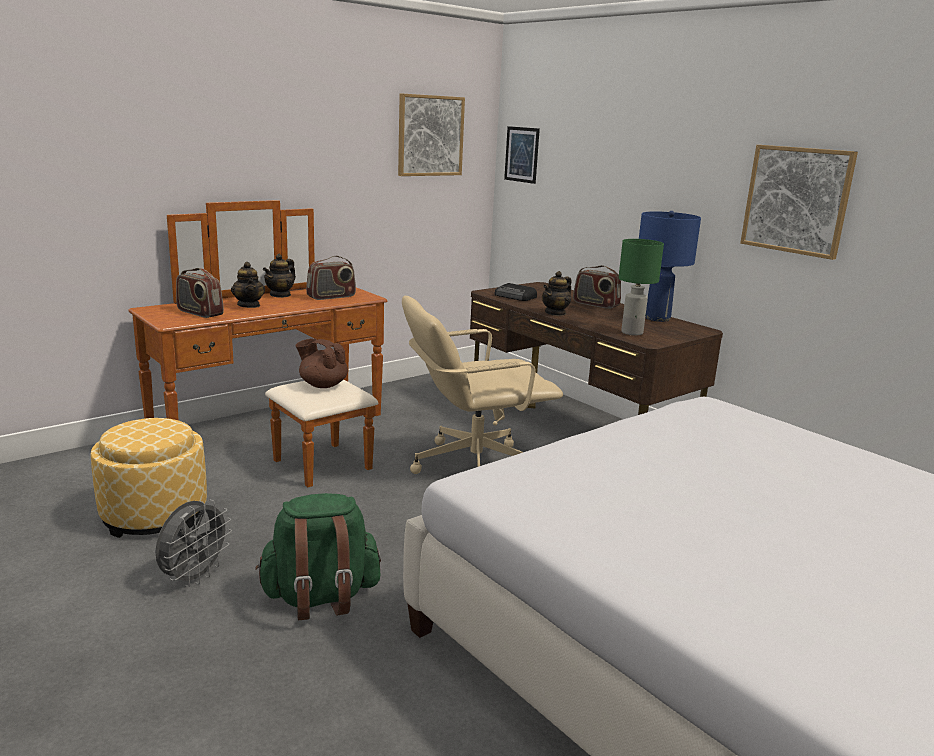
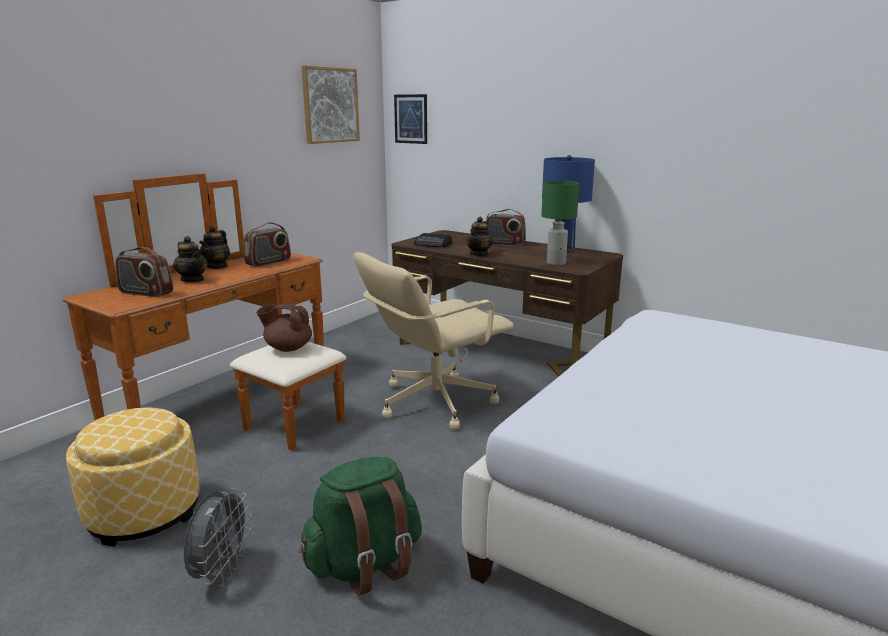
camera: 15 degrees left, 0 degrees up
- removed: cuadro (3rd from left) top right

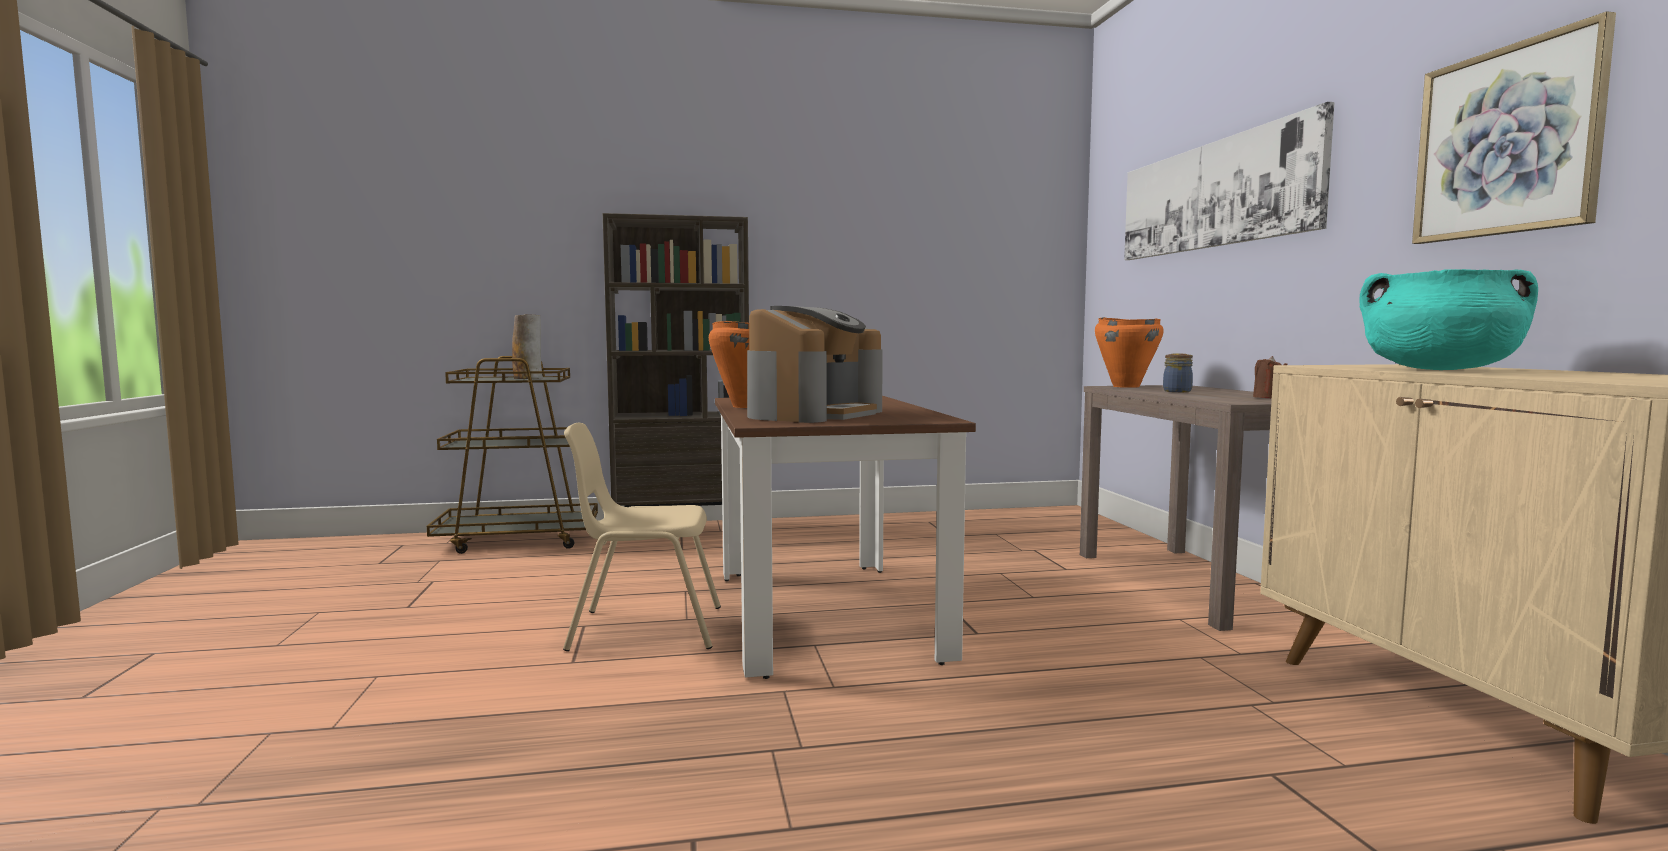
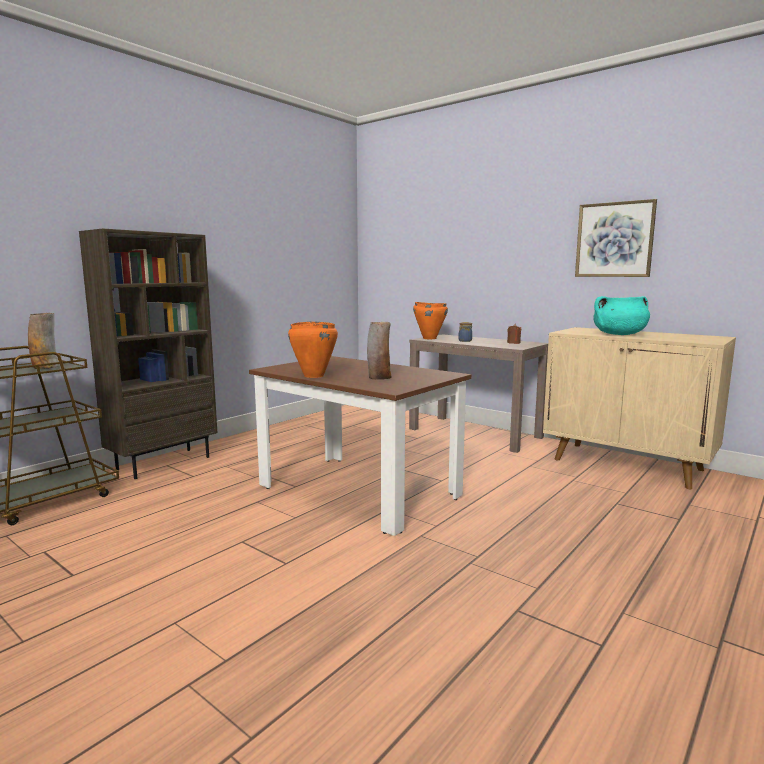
camera: 40 degrees left, 5 degrees up
- removed: silla/beis centre
- removed: cuadro (1st from left) top right
- replaced: cafetera centre to florero (2nd from left) centre

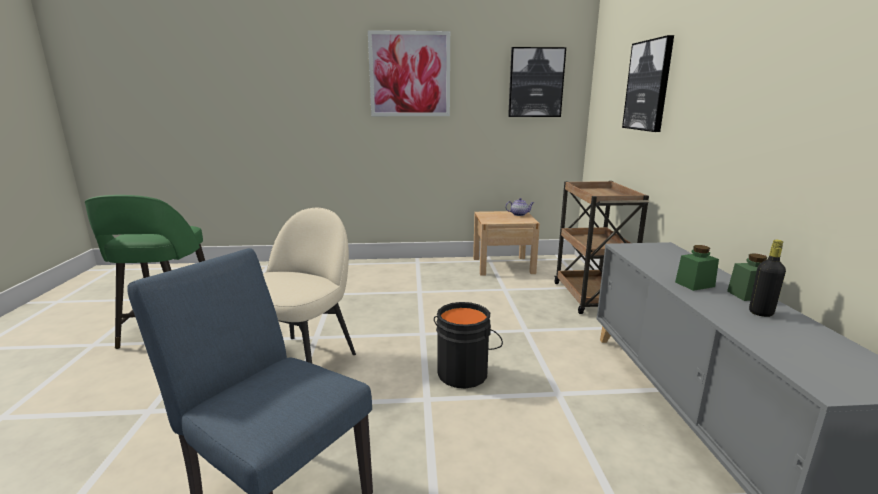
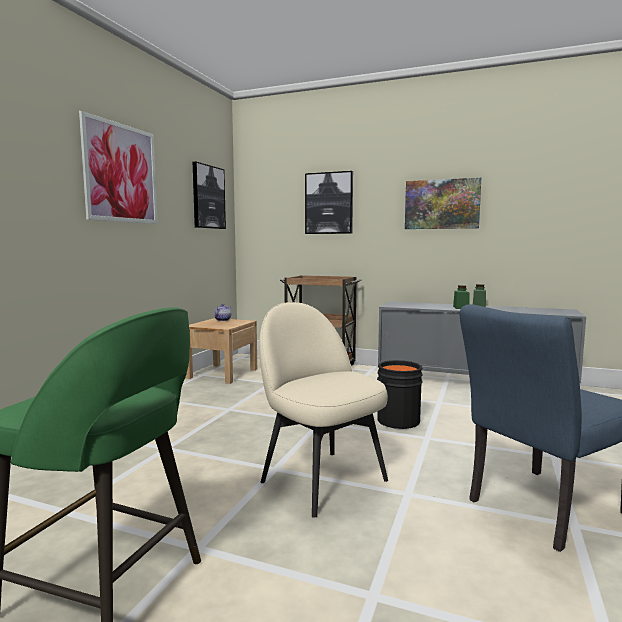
camera: 65 degrees left, 10 degrees down
- removed: botella/negro middle right
- added: cuadro (4th from left) top right

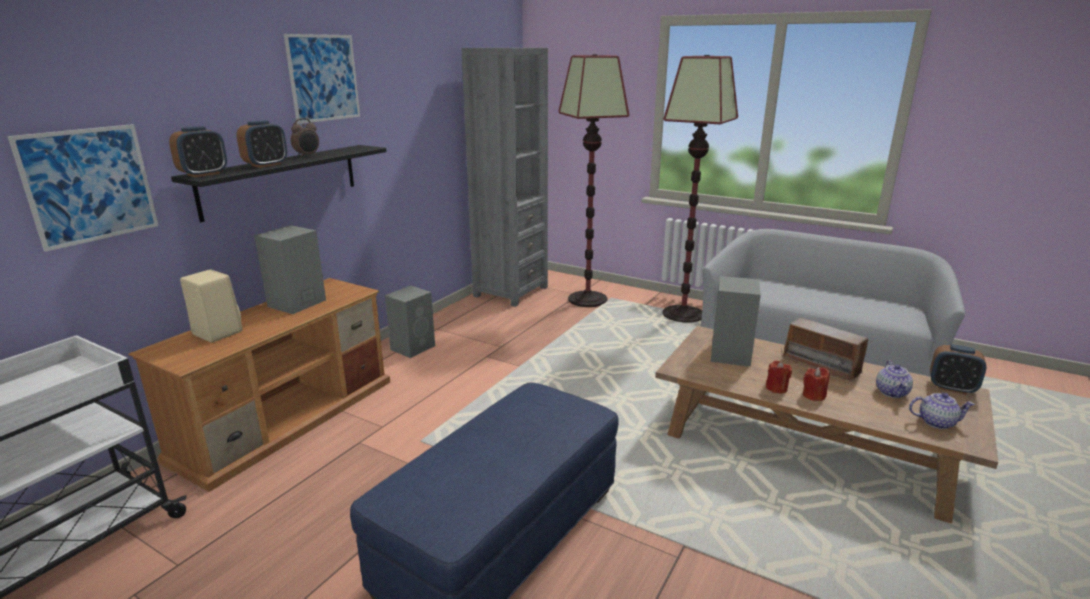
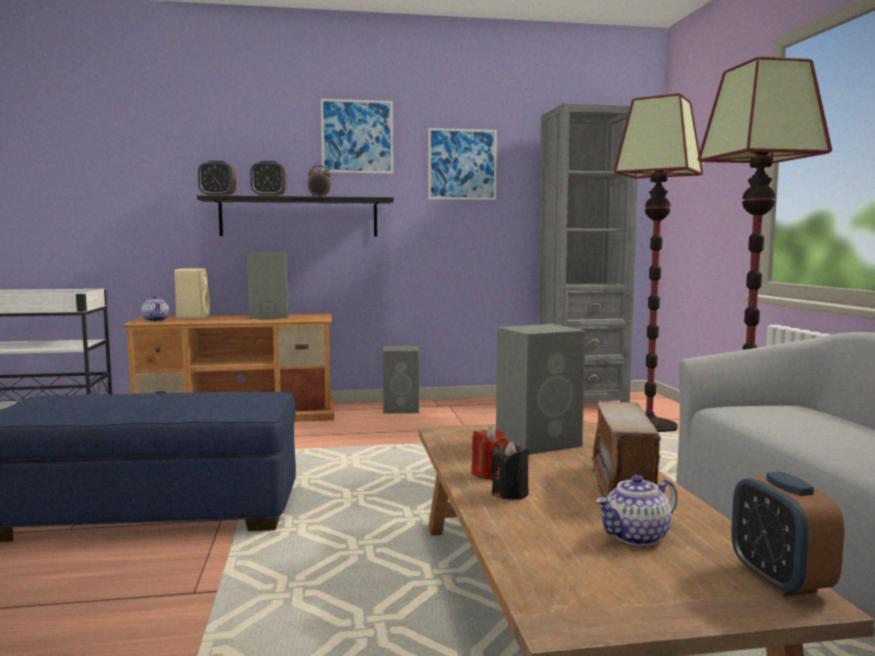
camera: 50 degrees right, 15 degrees down
- moved: cuadro (1st from left in the first image) top left to cuadro (2nd from left) top centre
- moved: tetera (2nd from left in the first image) bottom right to tetera (1st from left) middle left
- recoloured: vela/rojo (2nd from left) middle right to vela/negro bottom centre

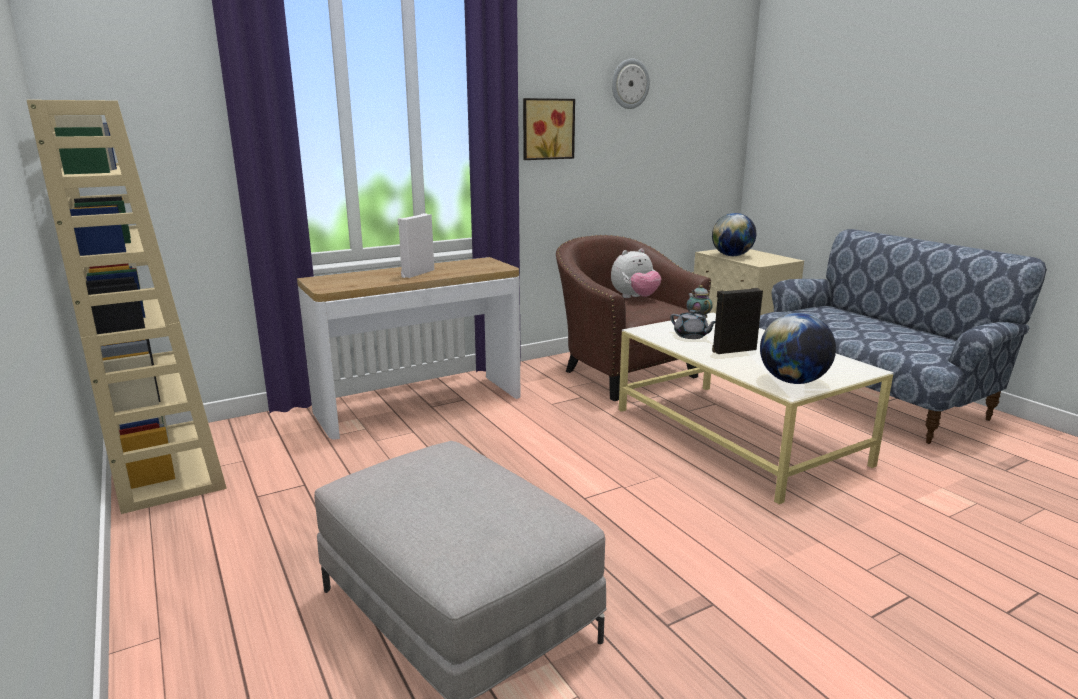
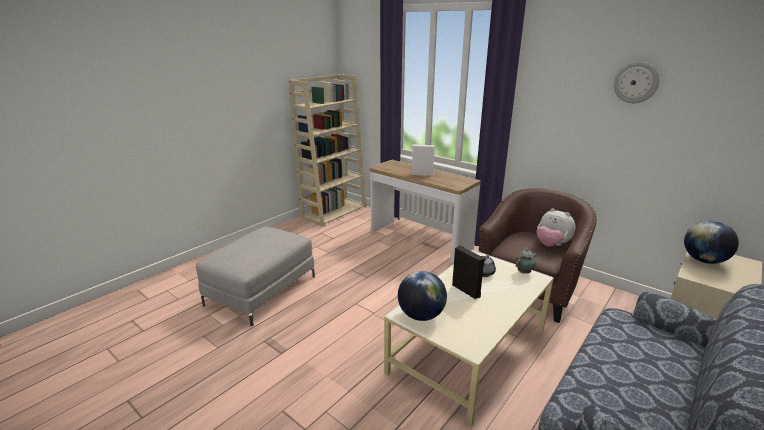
camera: 70 degrees right, 5 degrees up
- removed: cuadro top centre

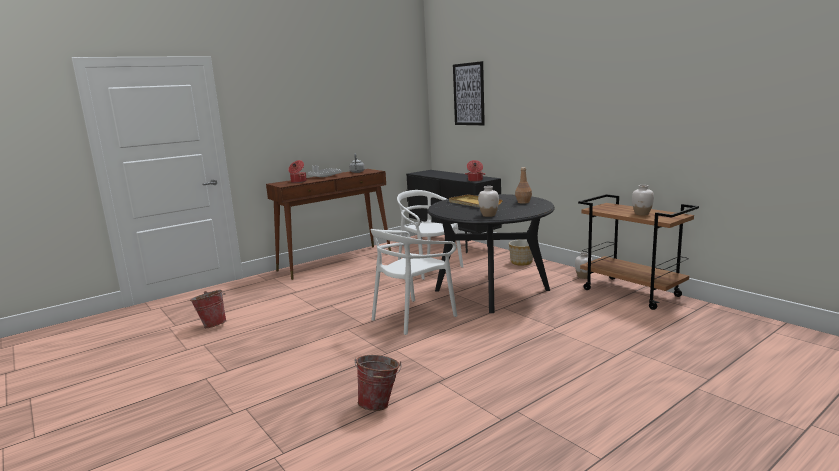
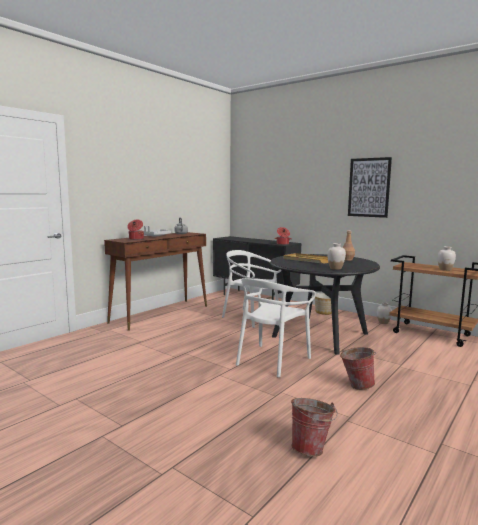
camera: 15 degrees left, 5 degrees down
- moved: cubo (1st from left in the first image) middle left to cubo (2nd from left) bottom right
- moved: cuadro top centre to middle right

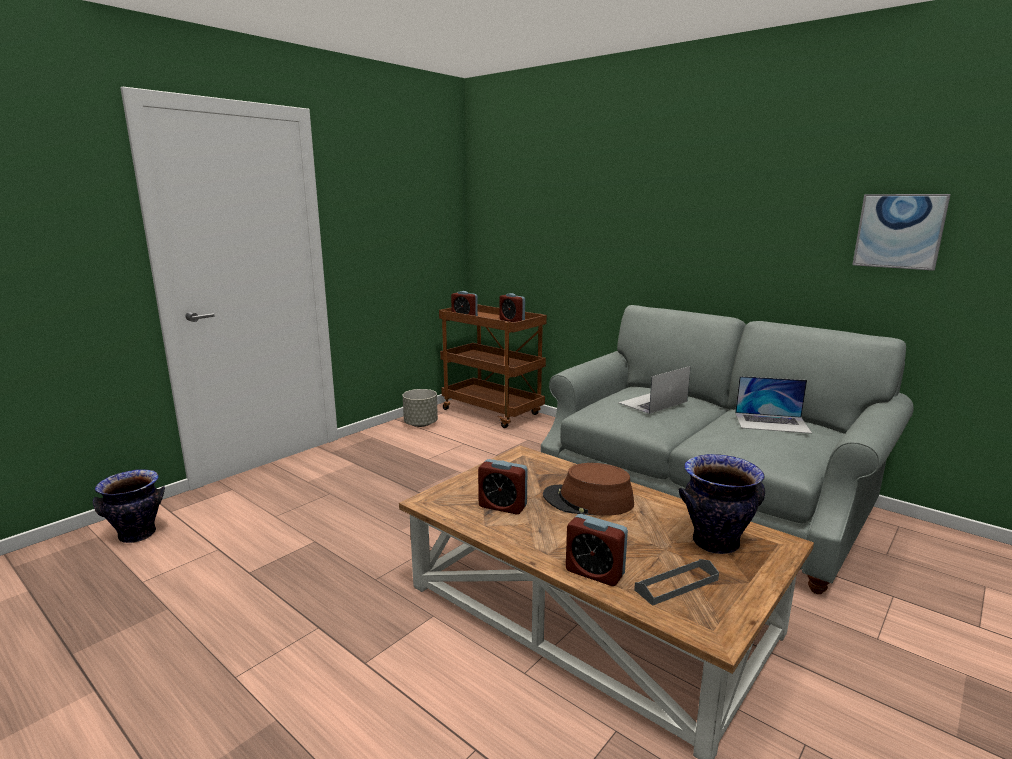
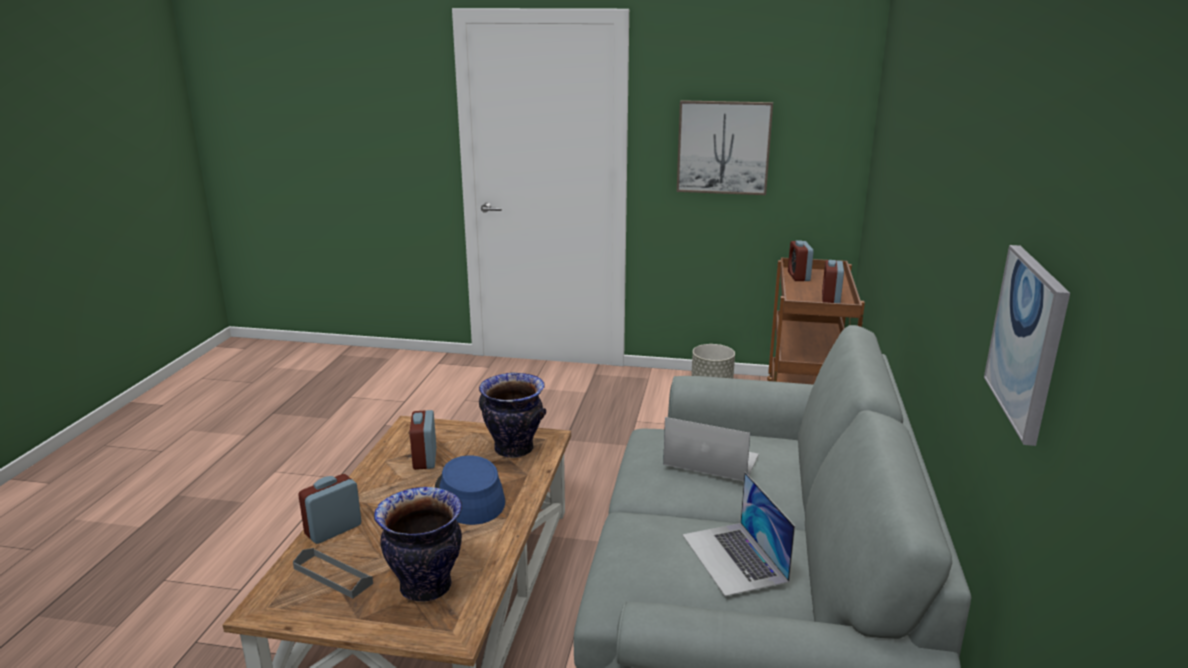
camera: 60 degrees right, 5 degrees up
- added: cuadro (1st from left) top centre
- moved: florero (1st from left in the first image) bottom left to florero (2nd from left) centre
- recoloured: sombrero/marrón centre to sombrero/azul bottom centre
- turned: despertador (4th from left in the first image) bottom centre = bottom left 45 degrees clockwise

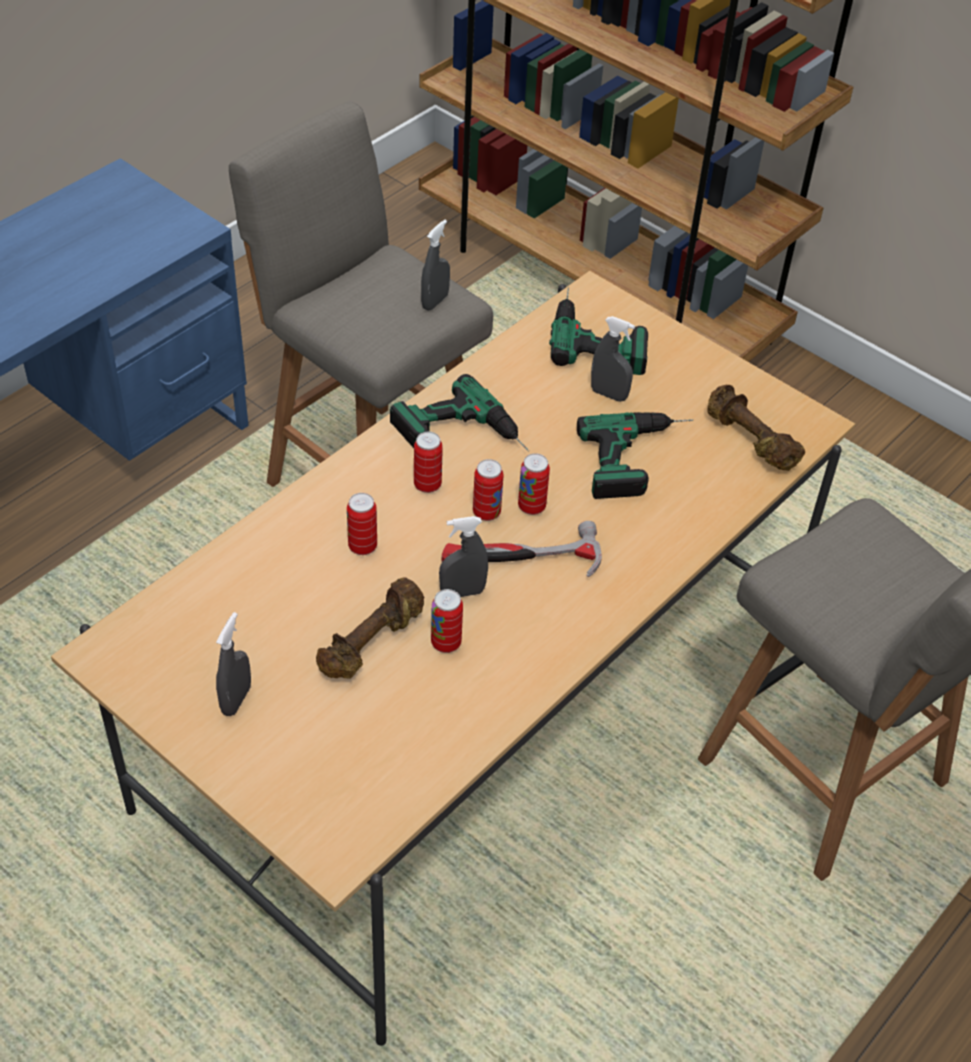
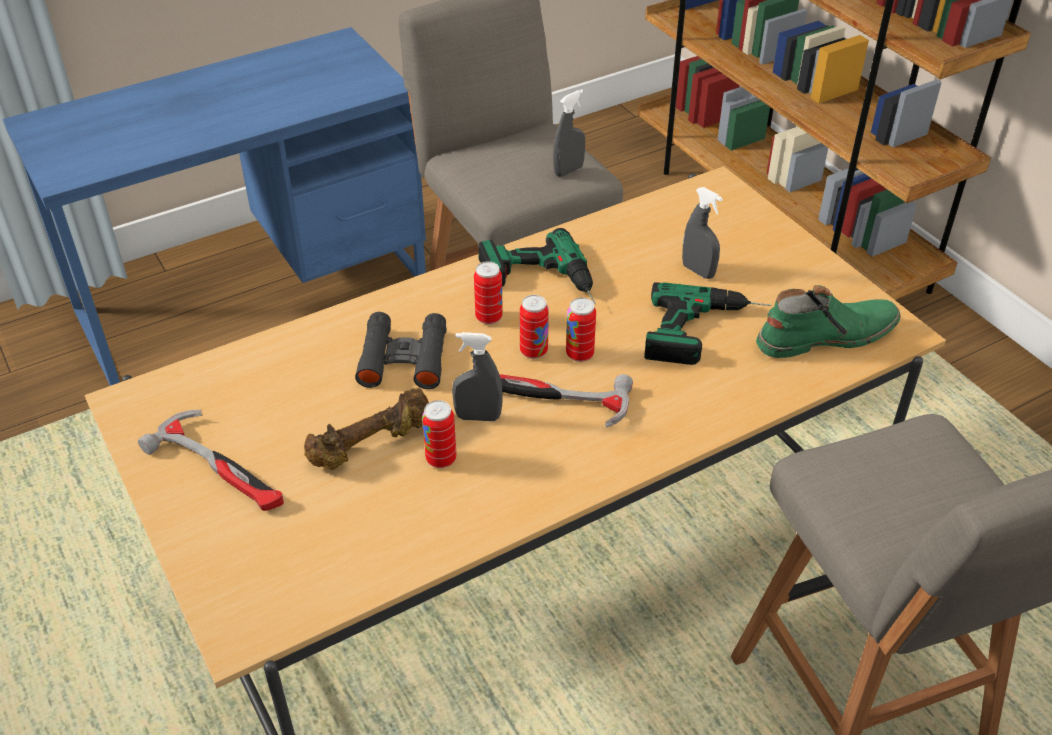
camera: 20 degrees right, 5 degrees down
- removed: taladro (2nd from left) top centre
- replaced: pulverizador/gris (1st from left) middle left to martillo (1st from left) middle left
- replaced: lata (1st from left) centre to prismáticos/negro centre
- replaced: mancuerna/marrón (2nd from left) middle right to bota/verde middle right

